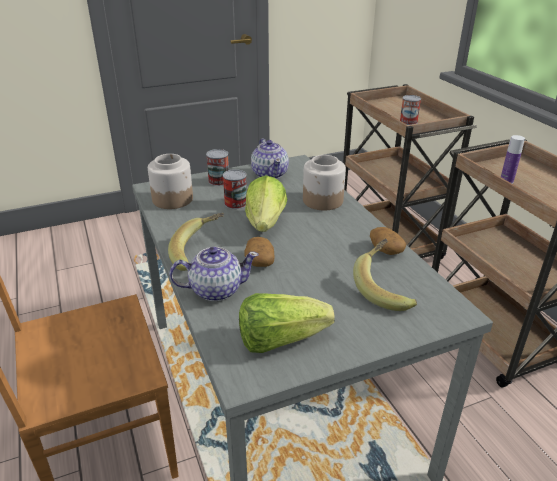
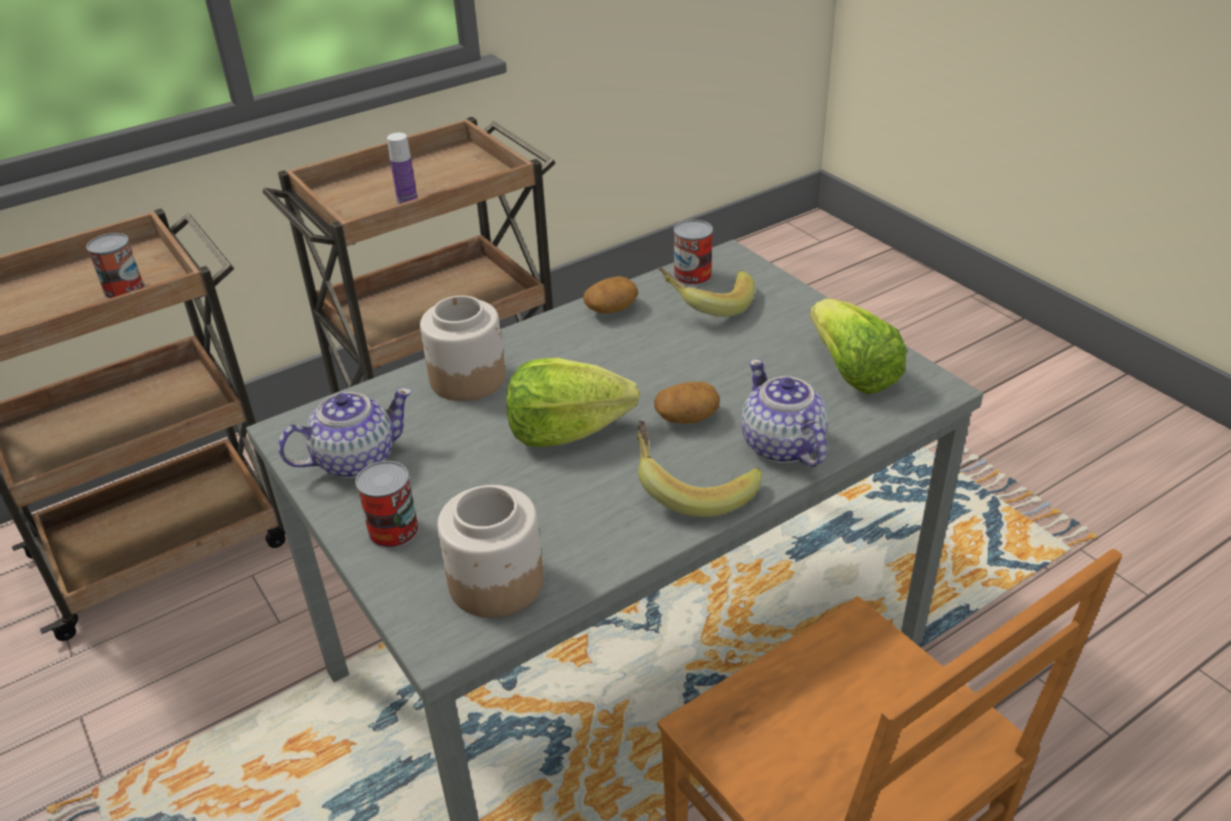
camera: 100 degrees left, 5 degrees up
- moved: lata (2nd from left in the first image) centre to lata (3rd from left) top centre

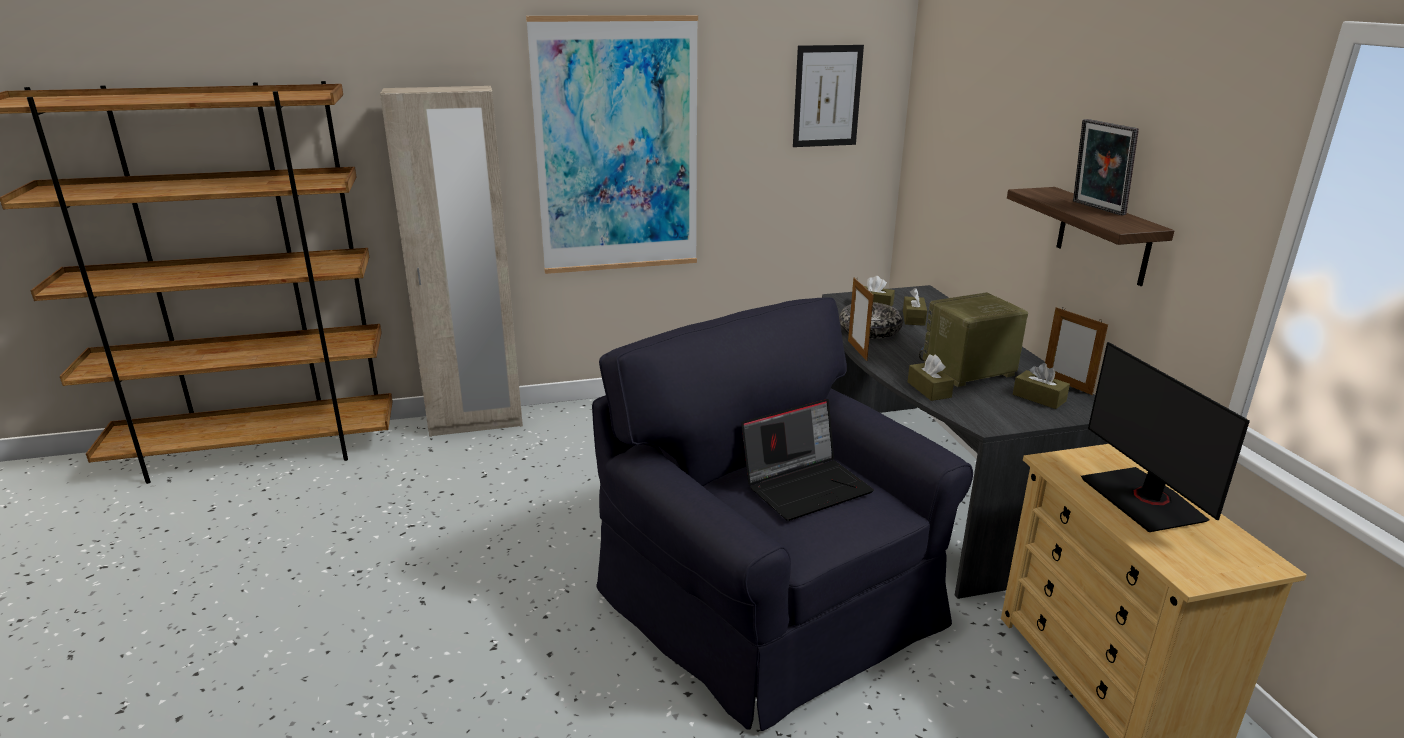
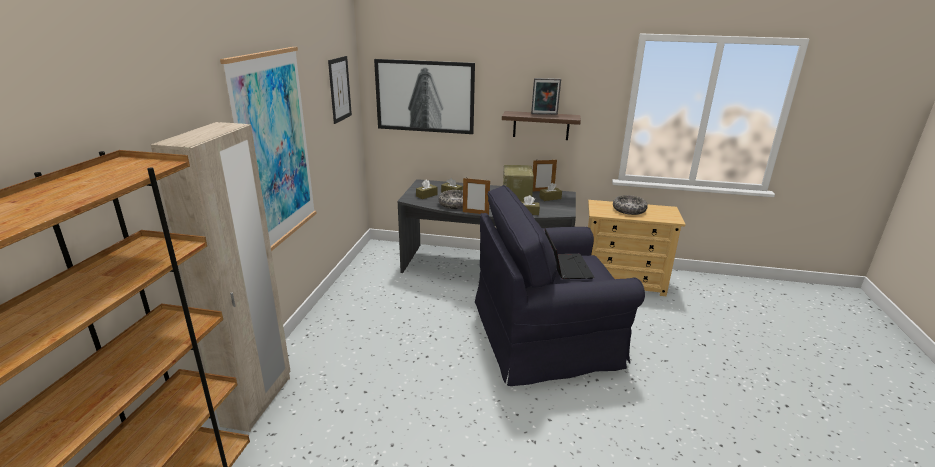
camera: 65 degrees left, 0 degrees up
- added: cuadro (3rd from left) top centre
- replaced: monitor middle right to cuenco (2nd from left) middle right

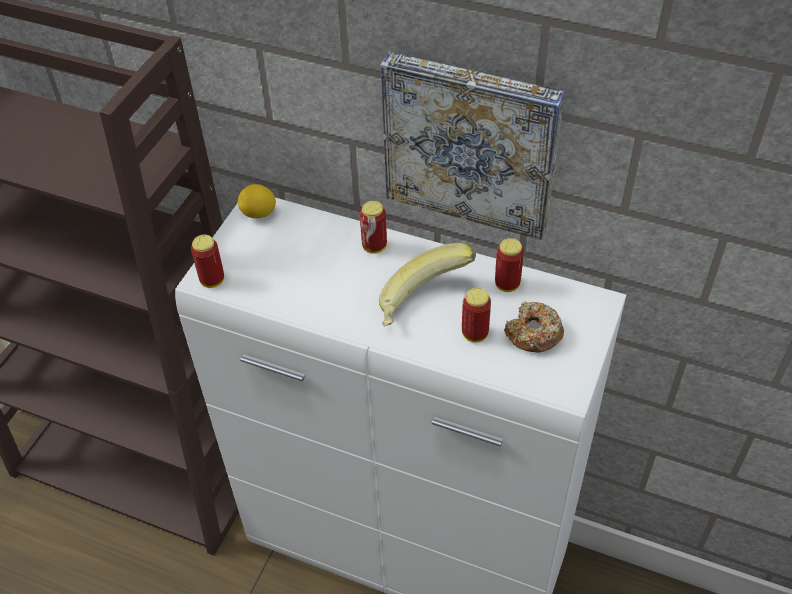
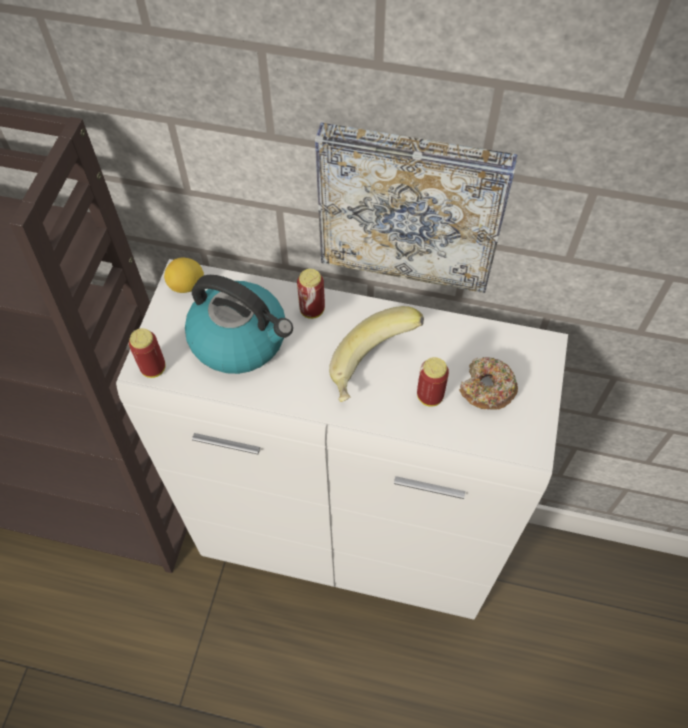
camera: 10 degrees left, 10 degrees up
- removed: lata (4th from left) centre
- added: hervidor centre

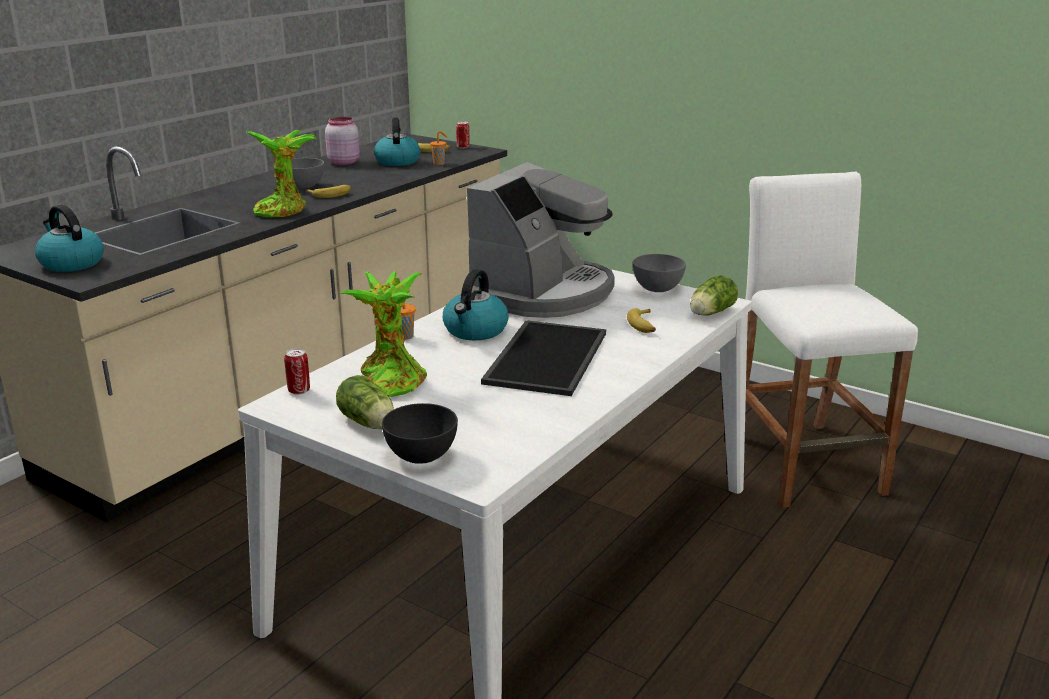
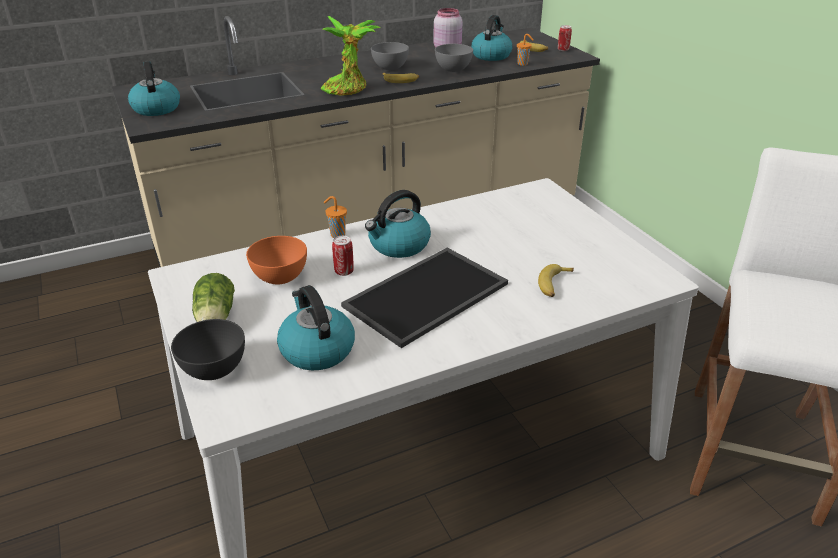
camera: 30 degrees right, 10 degrees up
- removed: cafetera centre
- removed: lechuga (2nd from left) middle right
- added: hervidor (2nd from left) centre
- moved: lata (1st from left) middle left to centre
- moved: cuenco/gris (3rd from left) centre to top centre
- replaced: planta en maceta (2nd from left) centre to cuenco/naranja middle left

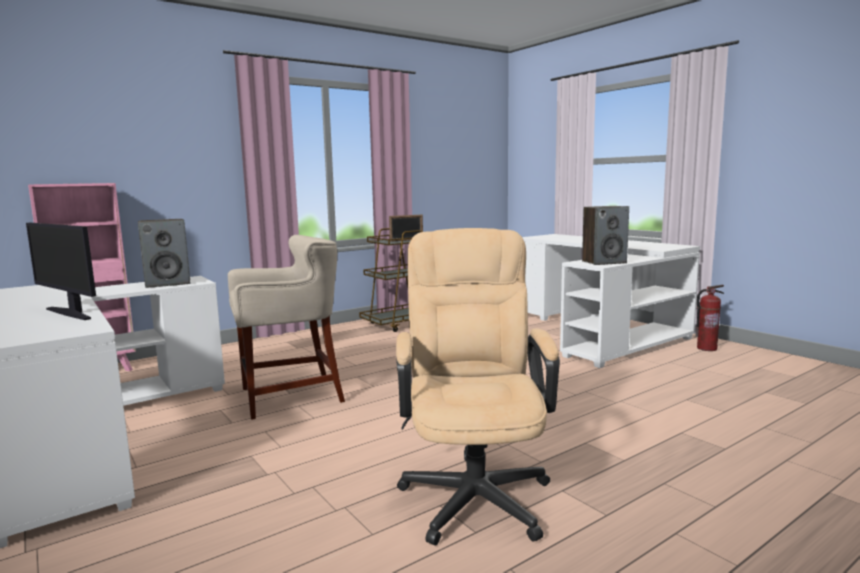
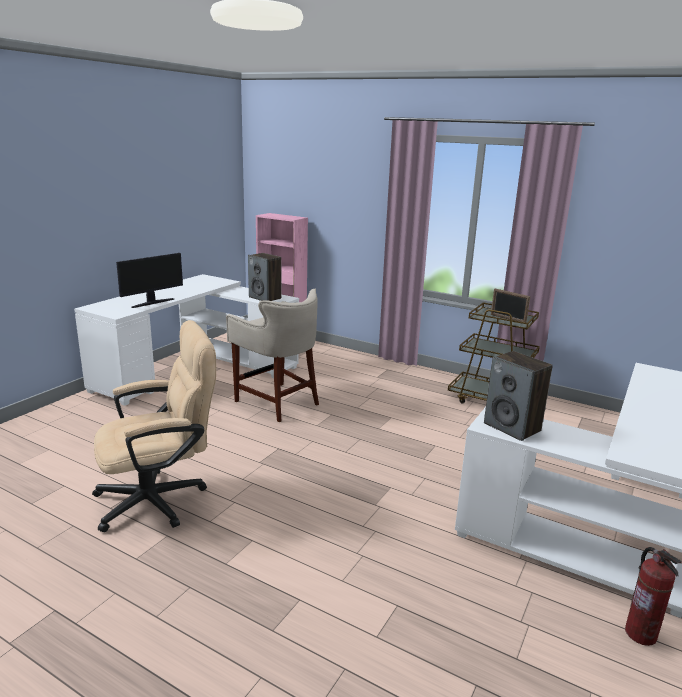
camera: 65 degrees right, 10 degrees up
- turned: monitor middle left = middle left 150 degrees counterclockwise

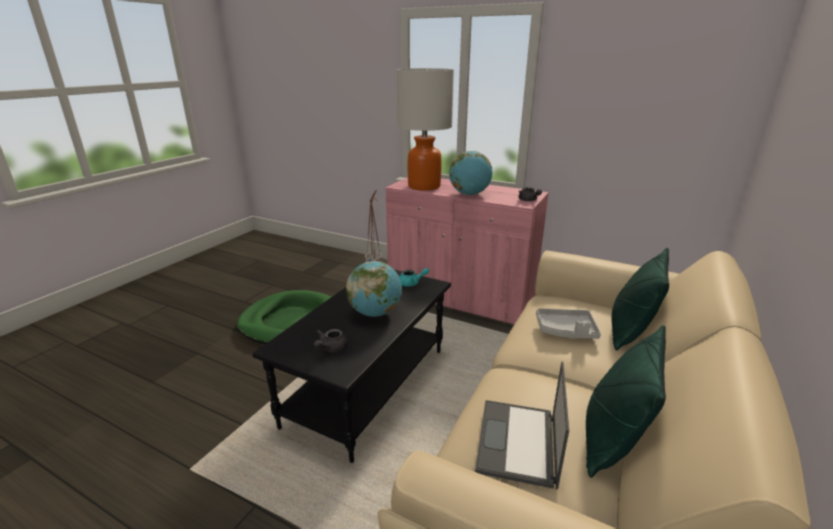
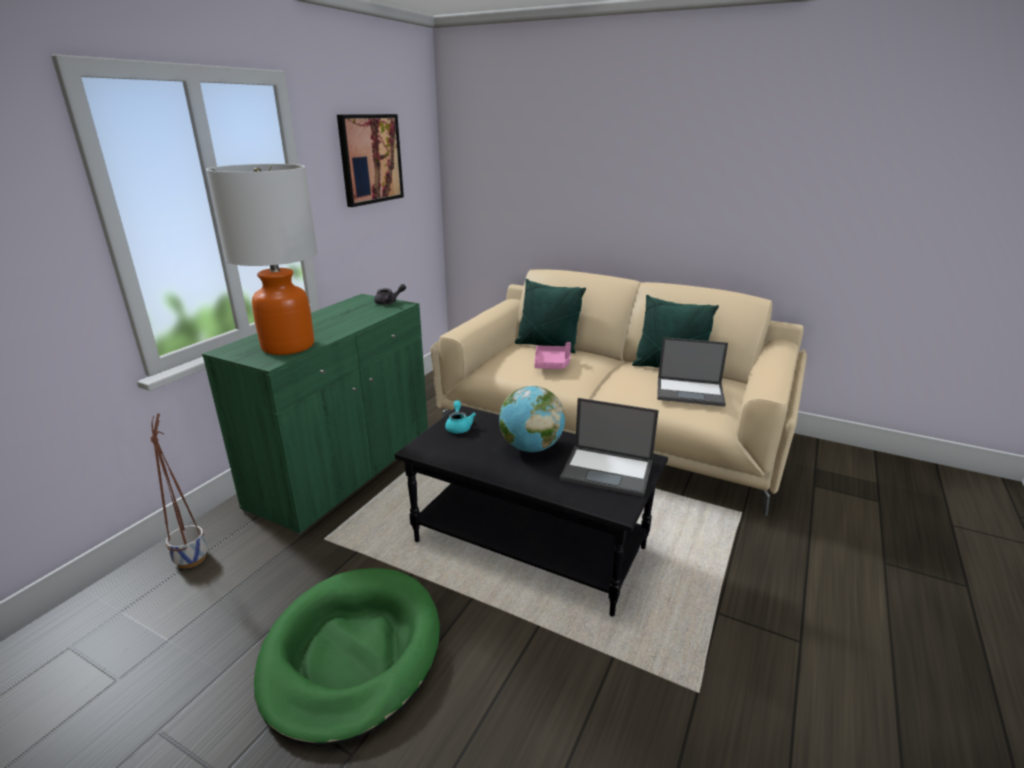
camera: 90 degrees left, 0 degrees up
- removed: globo terráqueo (2nd from left) top centre
- added: cuadro top centre
- replaced: tetera/gris (1st from left) centre to portátil (1st from left) centre
- recoloured: armario/rosa centre to armario/verde middle left
- recoloured: bandeja/gris middle right to bandeja/rosa centre

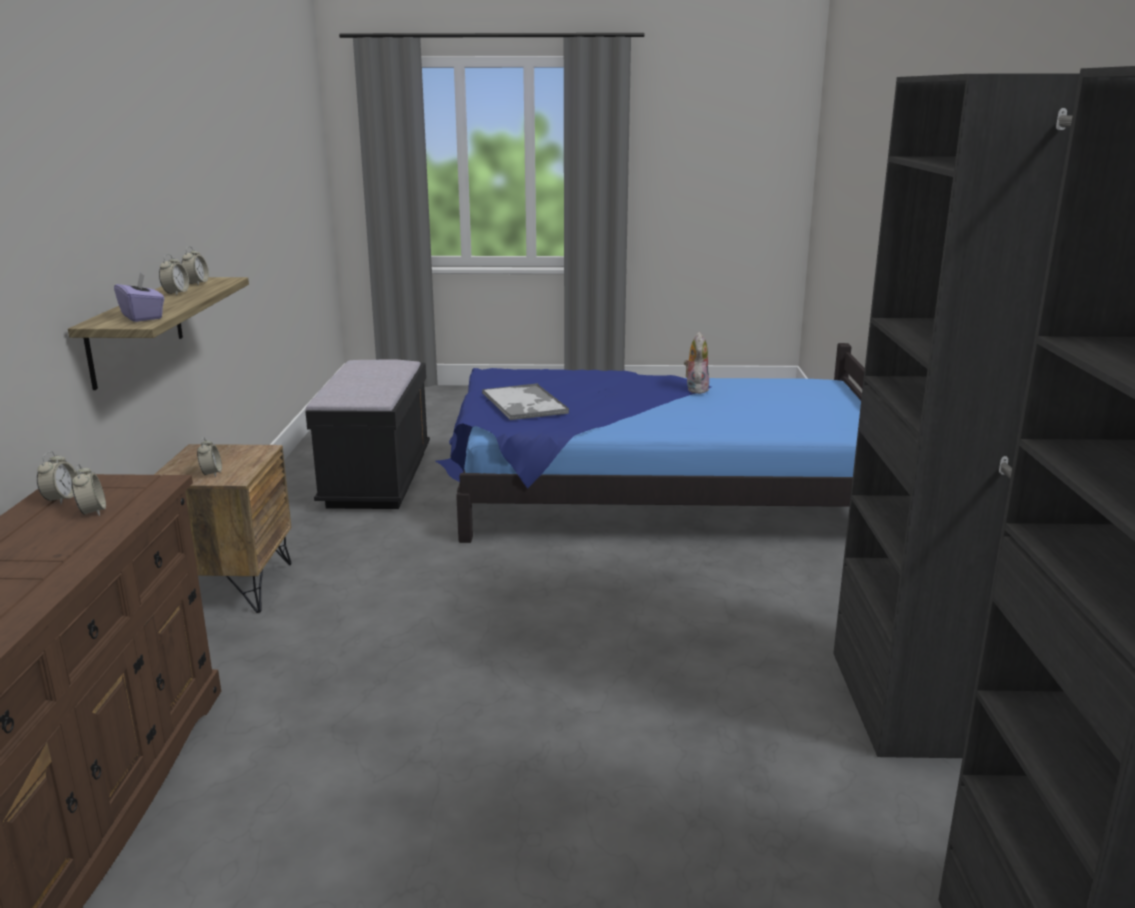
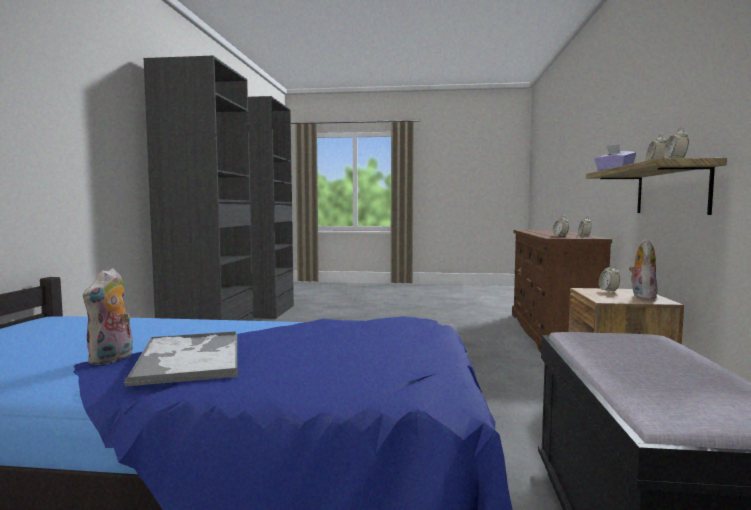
camera: 175 degrees left, 15 degrees down
- added: peluche (2nd from left) middle right
- moved: bandeja centre to bottom left

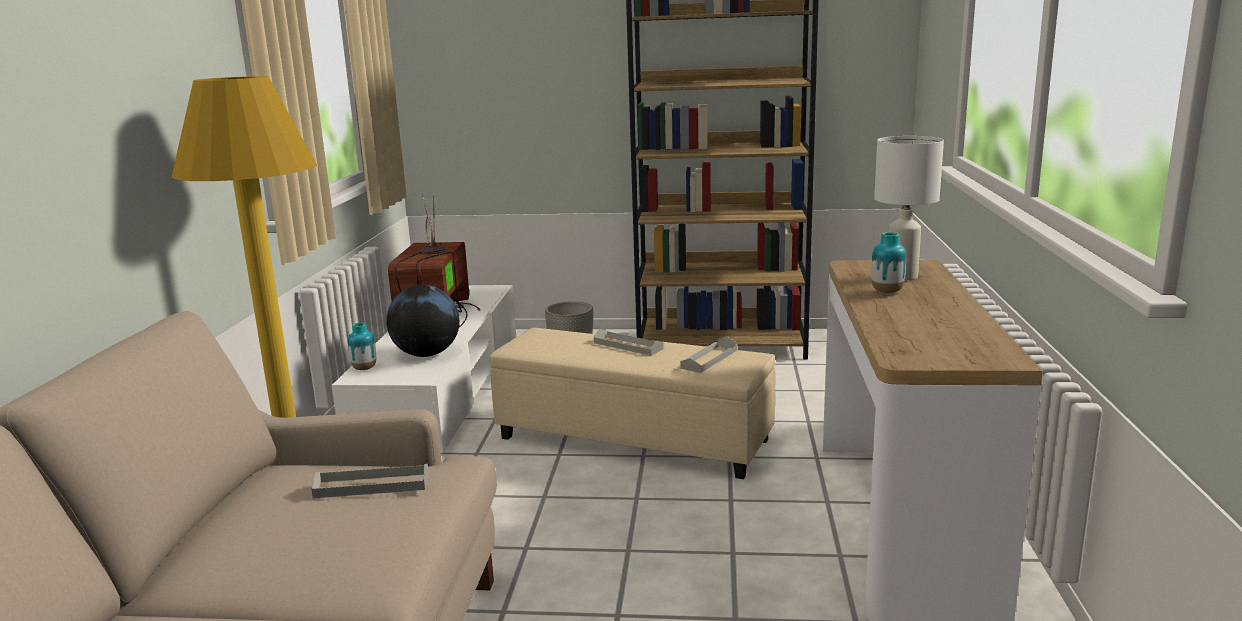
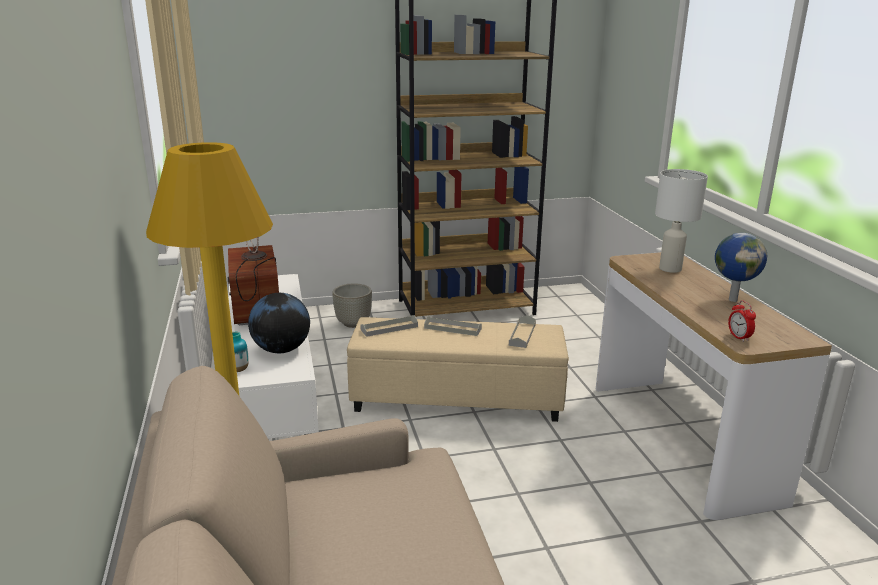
camera: 20 degrees left, 5 degrees up
- removed: florero (2nd from left) middle right
- added: globo terráqueo (2nd from left) middle right
- added: despertador middle right
- moved: bandeja/gris (1st from left) bottom left to centre

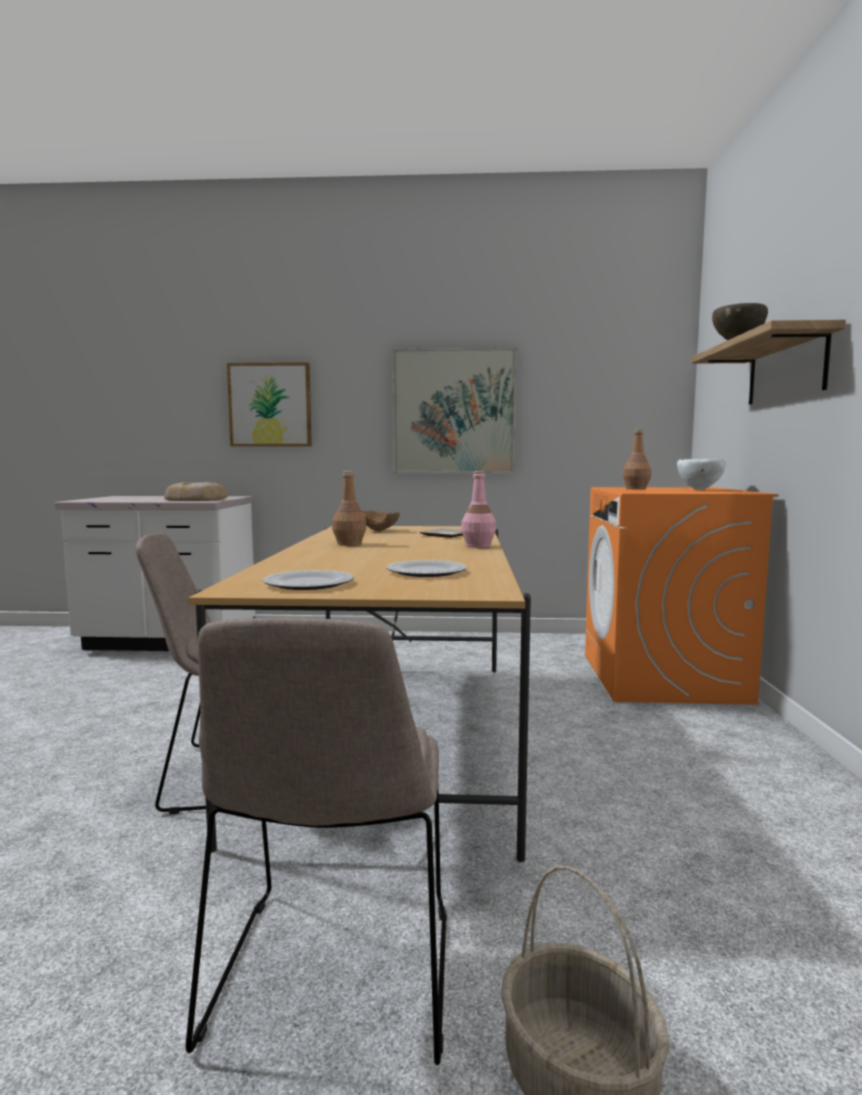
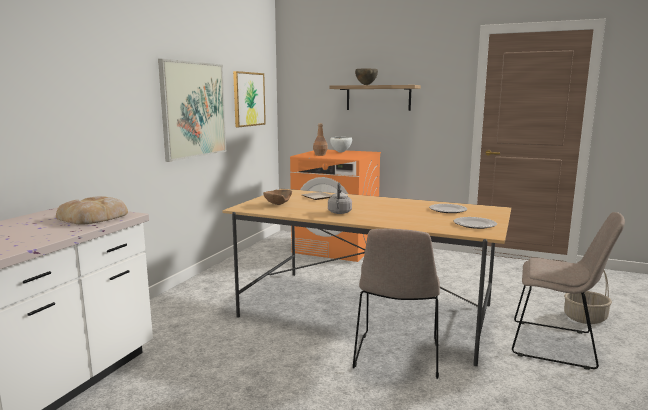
camera: 70 degrees left, 5 degrees up
- removed: botella/rosa centre
- moved: cuadro (1st from left in the first image) middle left to cuadro (2nd from left) top centre
- replaced: botella/marrón (1st from left) centre to hervidor/gris centre

